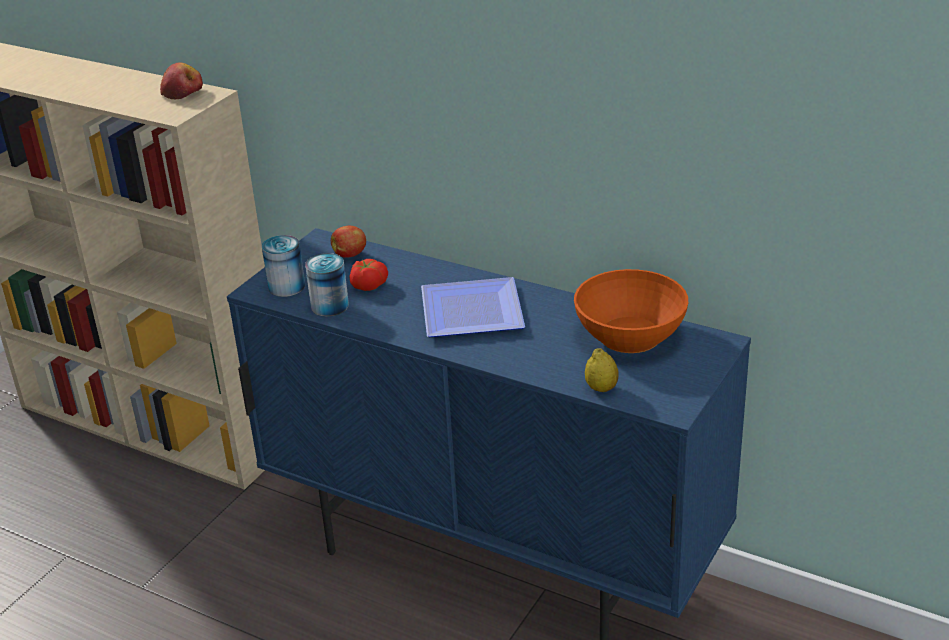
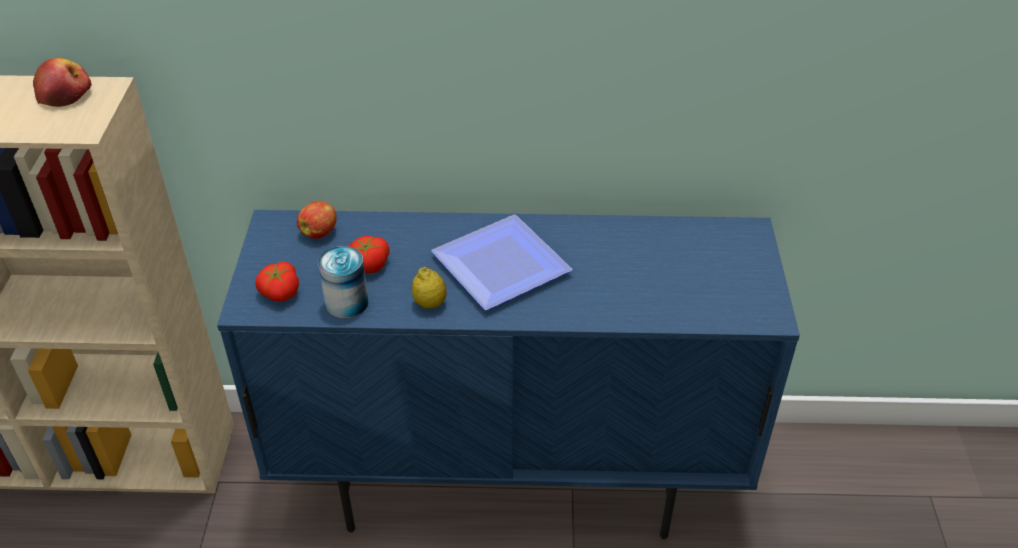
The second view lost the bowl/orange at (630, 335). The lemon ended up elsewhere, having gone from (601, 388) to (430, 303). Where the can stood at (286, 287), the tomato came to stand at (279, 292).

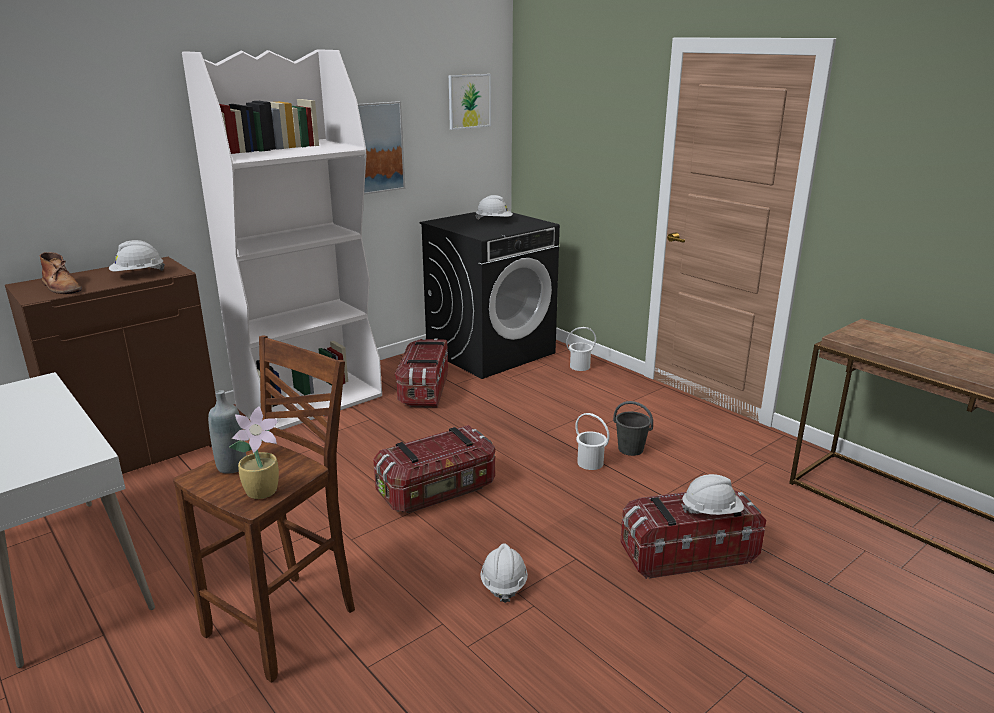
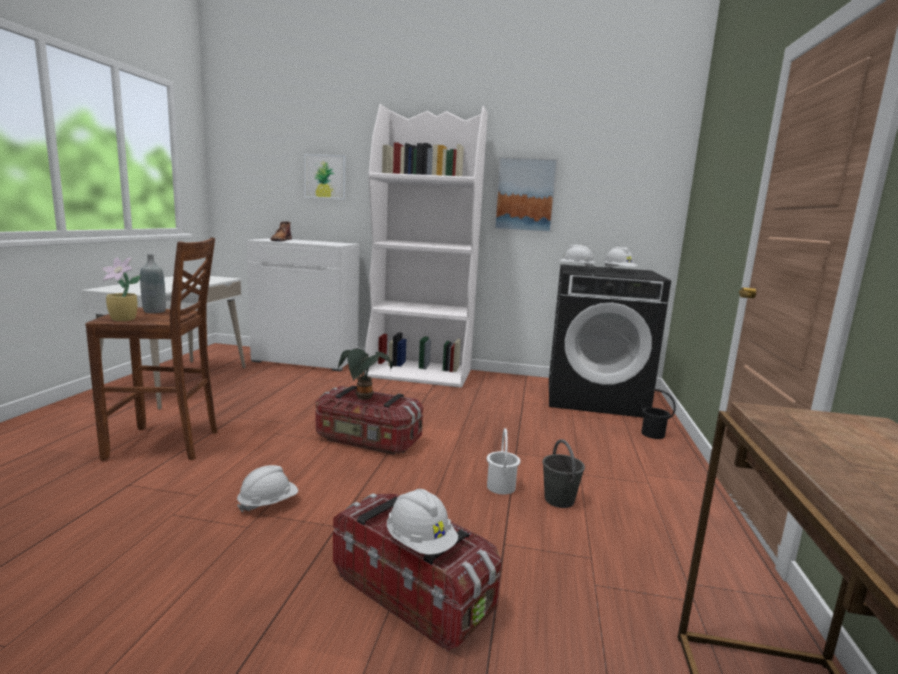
The second view lost the storage box at (424, 390). The second view gained the potted plant at (364, 398). The hard hat/white ended up elsewhere, having gone from (138, 274) to (575, 269). The picture ended up elsewhere, having gone from (469, 101) to (325, 177). What was the cabinet/brown at (140, 451) turned into the cabinet/white at (306, 360). What was the bucket/white at (579, 366) turned into the bucket/black at (652, 434).

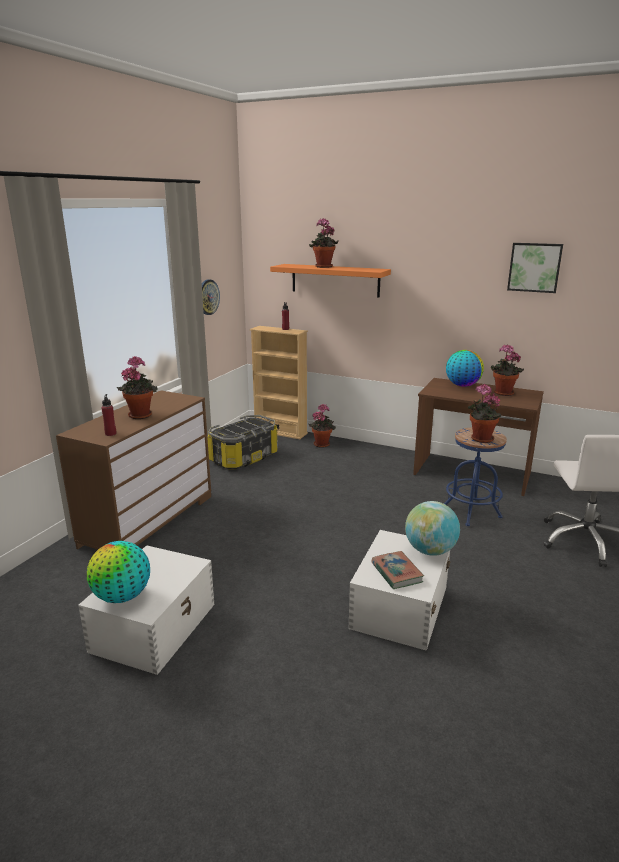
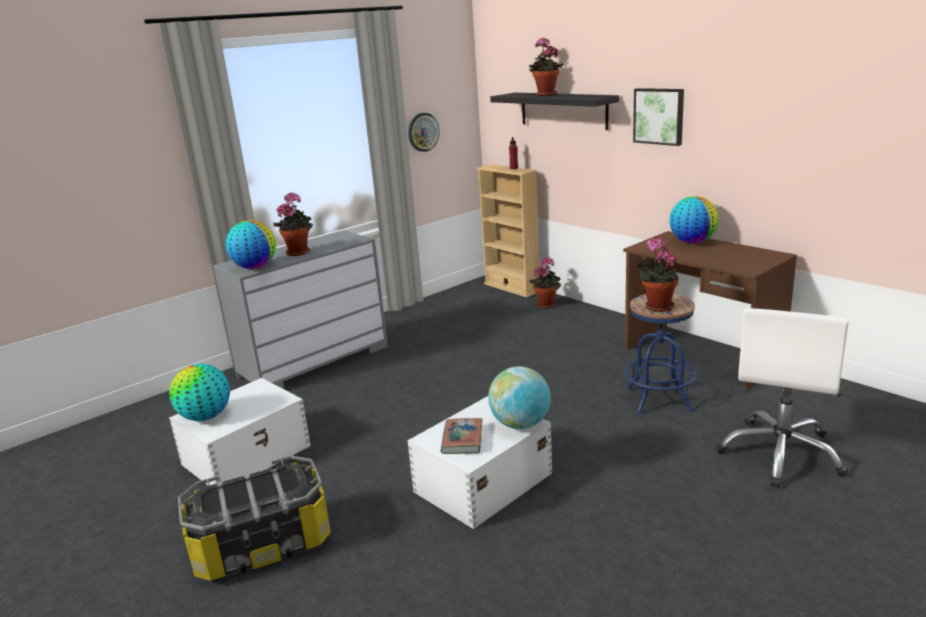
The second view lost the potted plant at (502, 393). The storage box ended up elsewhere, having gone from (243, 458) to (262, 544). The picture ended up elsewhere, having gone from (534, 267) to (659, 116). Where the bottle/red stood at (110, 433), the globe came to stand at (255, 267). What was the dresser/brown at (148, 520) turned into the dresser/grey at (314, 361). What was the shelf/orange at (335, 280) turned into the shelf/black at (563, 110).

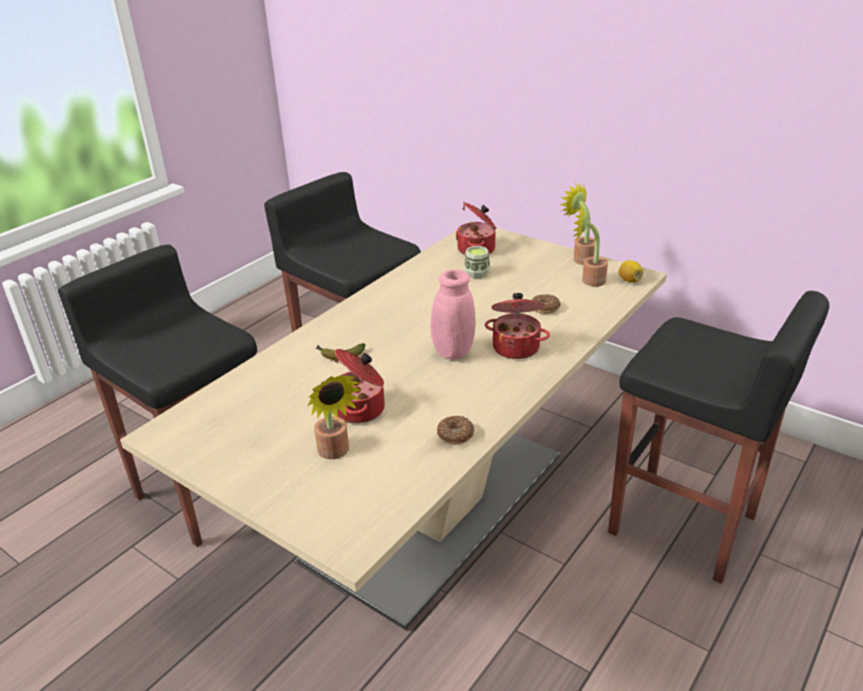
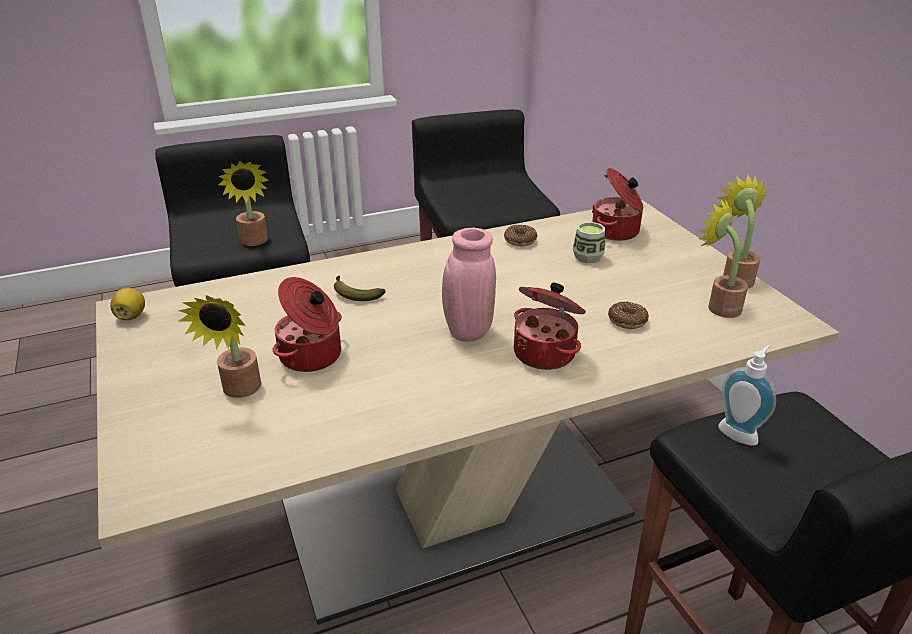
The second view gained the potted plant at (254, 242). The second view gained the soap dispenser at (739, 432). The donut ended up elsewhere, having gone from (455, 435) to (520, 240). The lemon ended up elsewhere, having gone from (629, 280) to (131, 316).

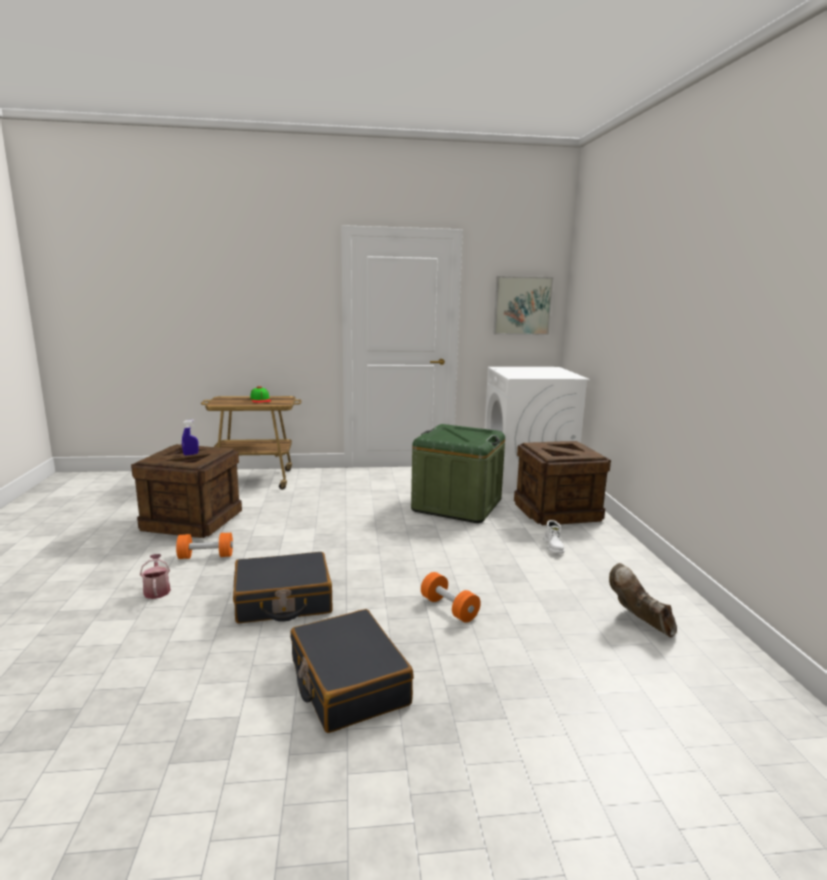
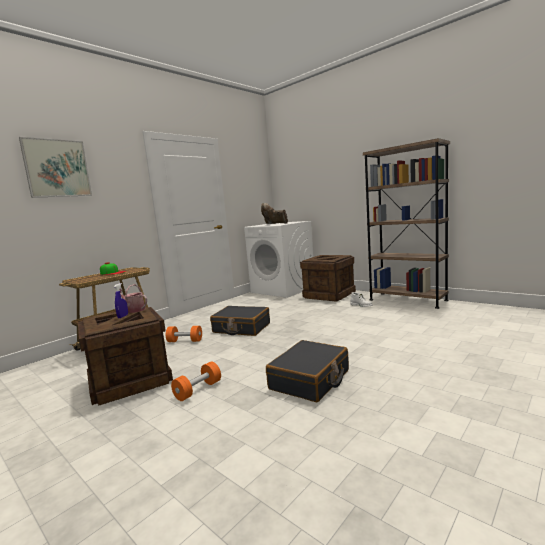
The second view lost the storage box/green at (457, 505). The second view gained the bookcase/brown at (407, 300). The watering can ended up elsewhere, having gone from (157, 590) to (133, 310). The suitcase/black ended up elsewhere, having gone from (348, 683) to (241, 328). The dumbbell/orange ended up elsewhere, having gone from (449, 608) to (185, 341). The picture ended up elsewhere, having gone from (522, 305) to (57, 168). The boot/brown ended up elsewhere, having gone from (639, 623) to (274, 224).

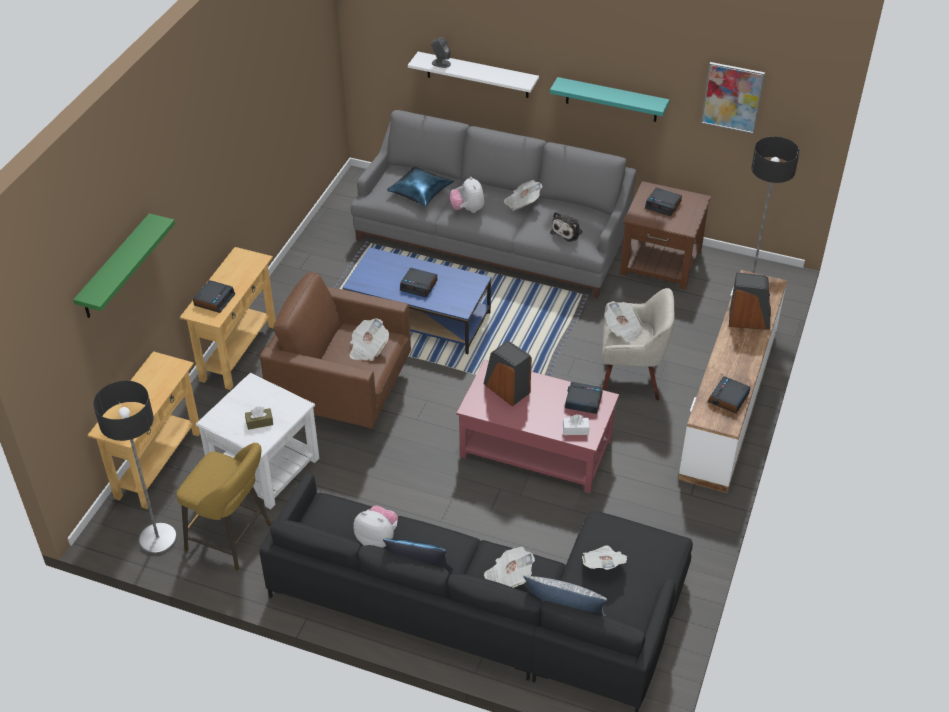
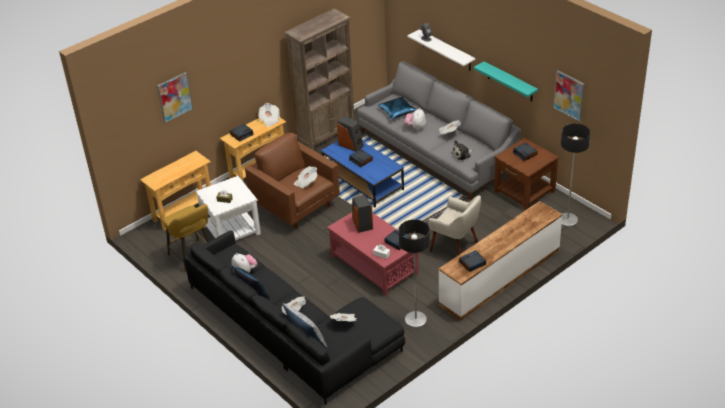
The second view gained the bookcase/brown at (326, 135). The floor lamp ended up elsewhere, having gone from (158, 539) to (415, 320). The newspaper ended up elsewhere, having gone from (623, 330) to (269, 120). The speaker ended up elsewhere, having gone from (748, 320) to (351, 145). Where the shelf/green hung at (115, 268), the picture came to hang at (174, 97).

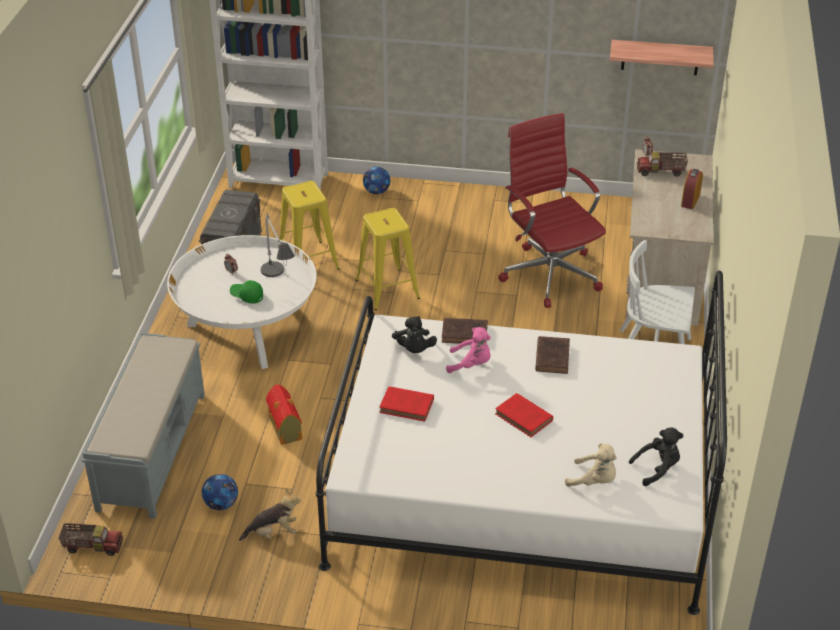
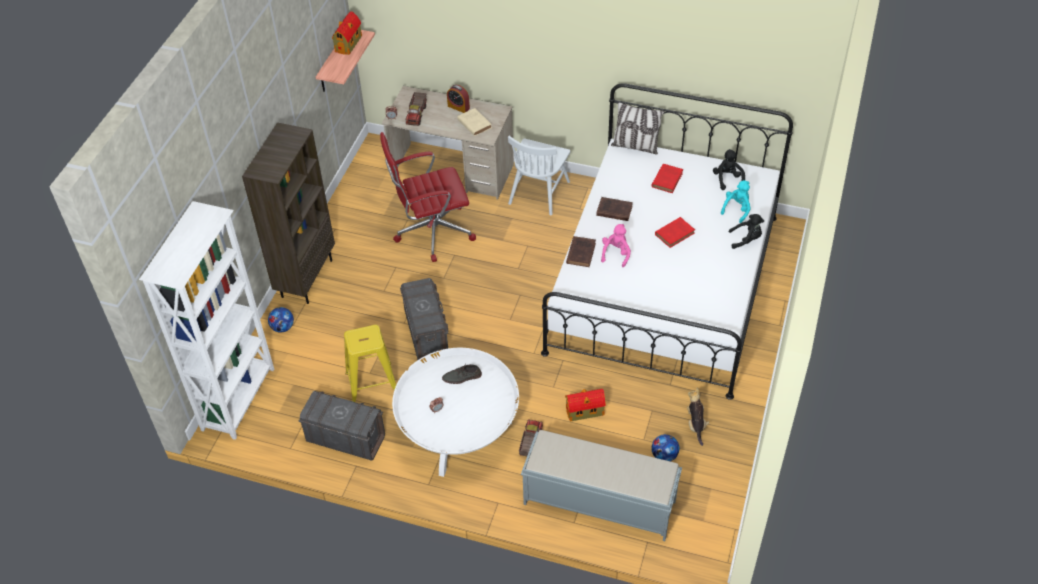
The second view lost the cap/green at (247, 296). The second view gained the bookcase/brown at (306, 278). The second view gained the toy house at (349, 43). The second view gained the book/beige at (474, 123). The second view gained the pillow at (635, 146). The toy truck ended up elsewhere, having gone from (93, 546) to (530, 443). The book/red ended up elsewhere, having gone from (408, 406) to (667, 179). The plush toy/black ended up elsewhere, having gone from (414, 349) to (746, 239). Where the table lamp stood at (279, 284), the shoe/grey came to stand at (462, 377). Where the stool/yellow stood at (387, 289), the storage box/grey came to stand at (426, 333). What was the plush toy/beige at (594, 481) turned into the plush toy/turquoise at (737, 209).

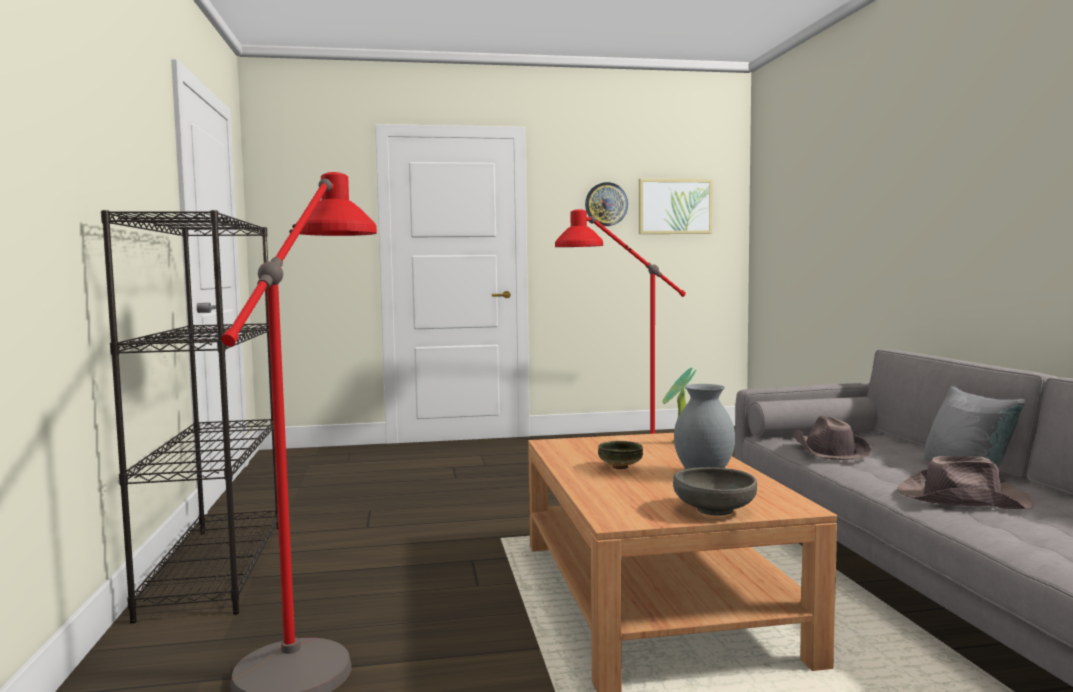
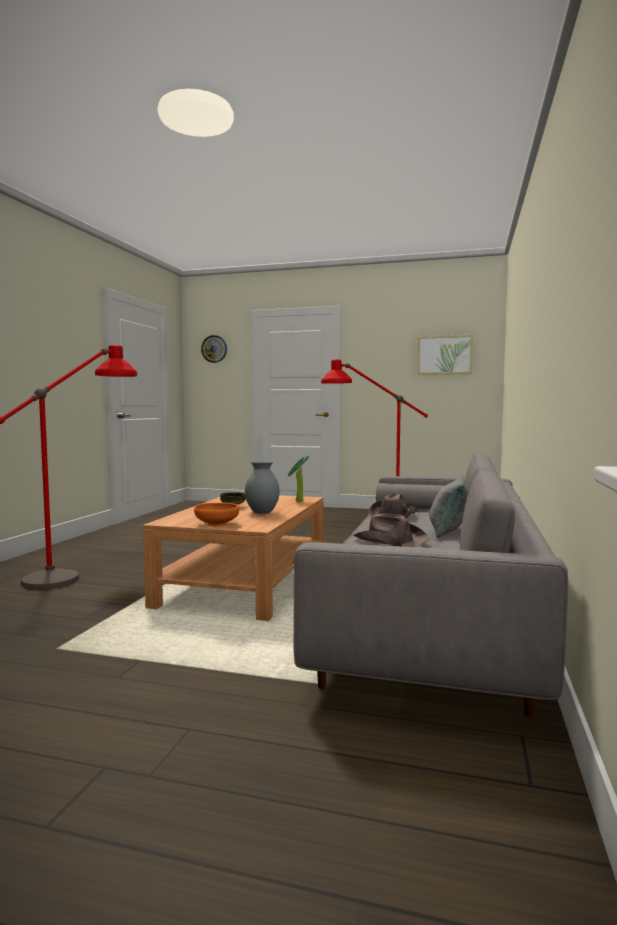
The second view lost the bookcase/black at (216, 567). The wall clock ended up elsewhere, having gone from (606, 204) to (214, 349). What was the bowl/grey at (714, 510) turned into the bowl/orange at (217, 524).

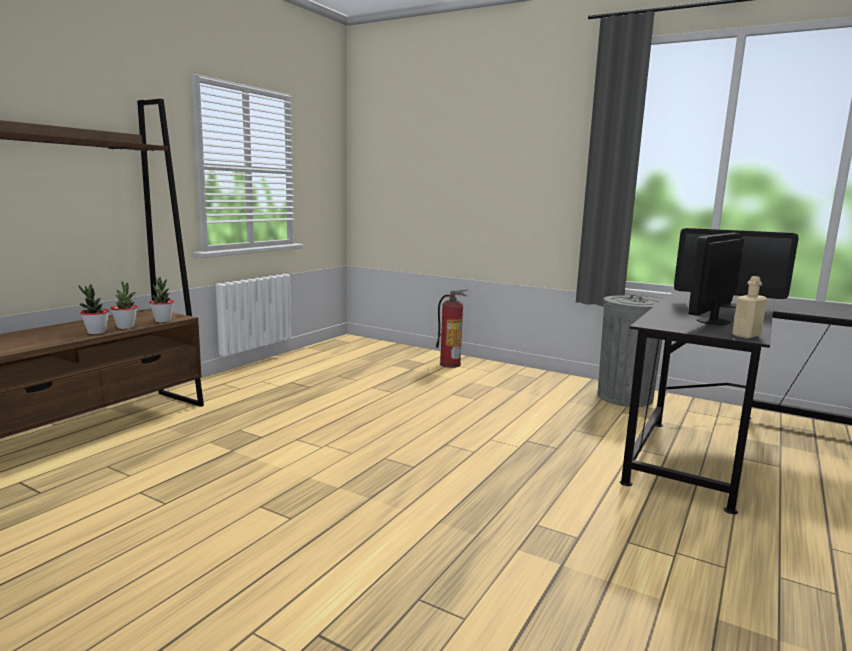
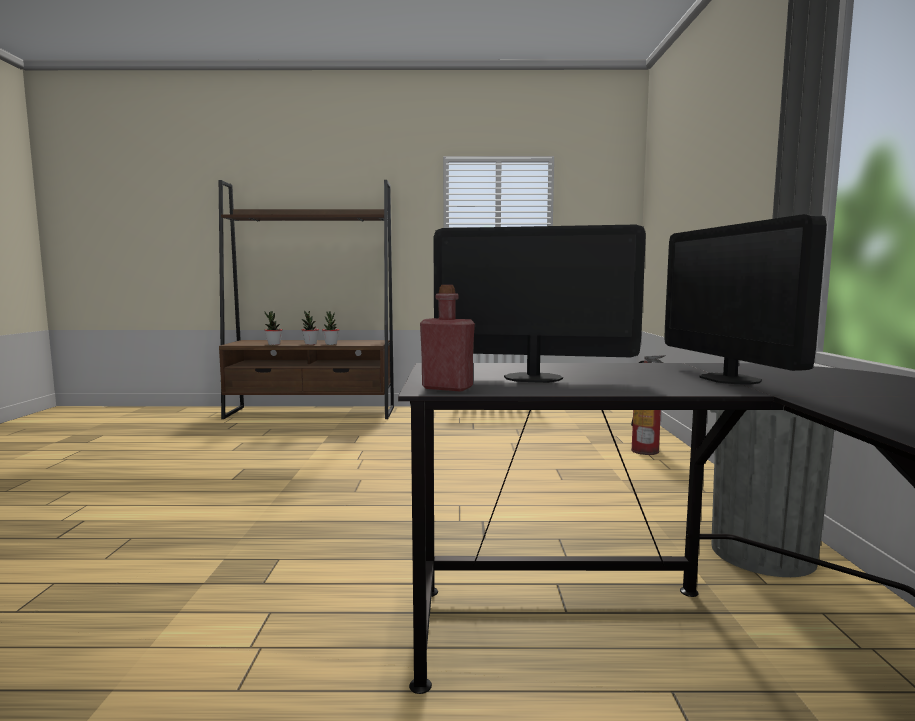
The potted plant ended up elsewhere, having gone from (163, 321) to (274, 344). What was the bottle/beige at (746, 335) turned into the bottle/red at (447, 388).

